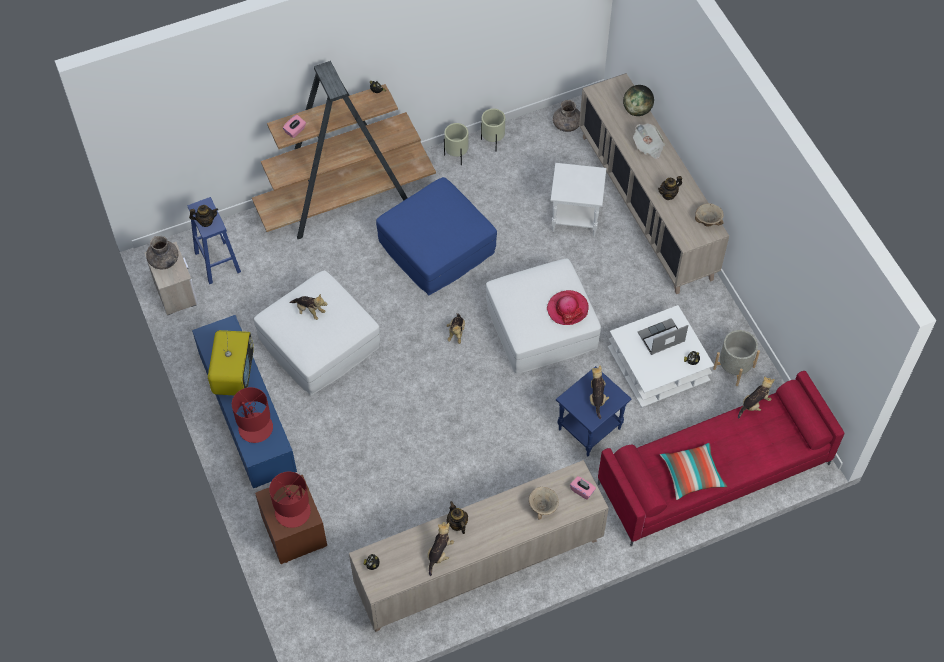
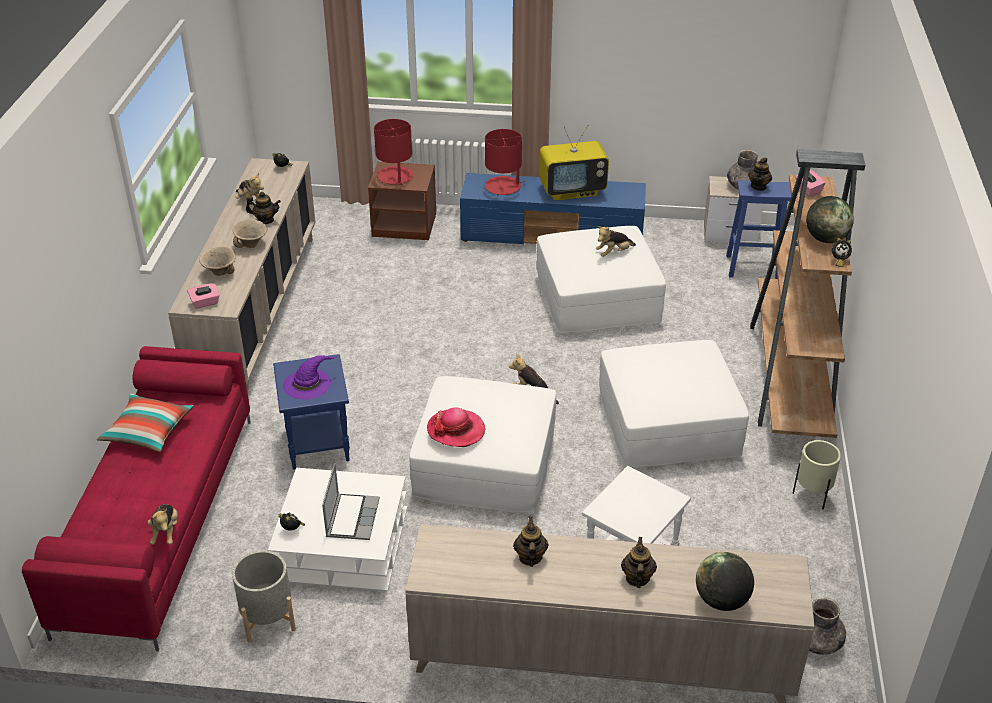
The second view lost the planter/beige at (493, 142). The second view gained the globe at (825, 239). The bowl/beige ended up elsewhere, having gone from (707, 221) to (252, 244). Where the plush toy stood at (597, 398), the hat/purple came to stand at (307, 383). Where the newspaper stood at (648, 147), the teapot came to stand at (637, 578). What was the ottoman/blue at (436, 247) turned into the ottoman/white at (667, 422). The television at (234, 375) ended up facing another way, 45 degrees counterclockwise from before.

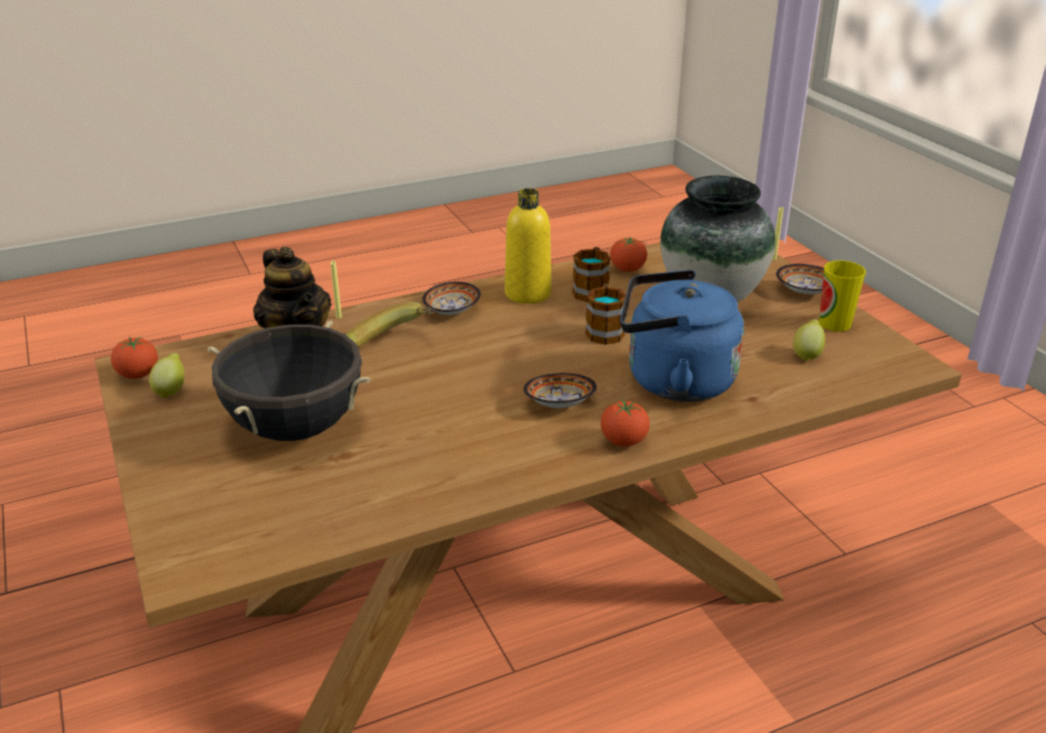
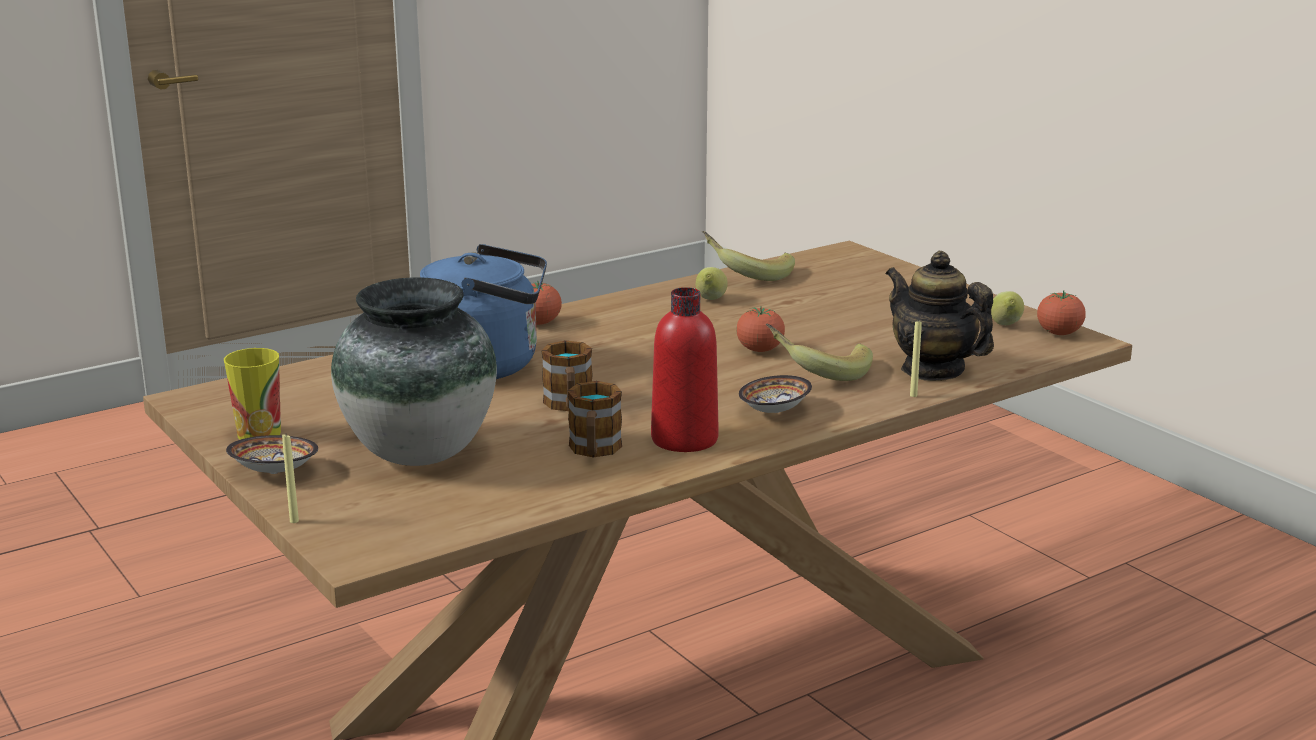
The second view lost the cooking pot/black at (295, 427). The second view lost the bowl at (559, 404). The second view gained the banana at (747, 275). The tomato ended up elsewhere, having gone from (627, 270) to (760, 350). The lemon ended up elsewhere, having gone from (807, 355) to (710, 300). What was the bottle/yellow at (528, 293) turned into the bottle/red at (684, 439).

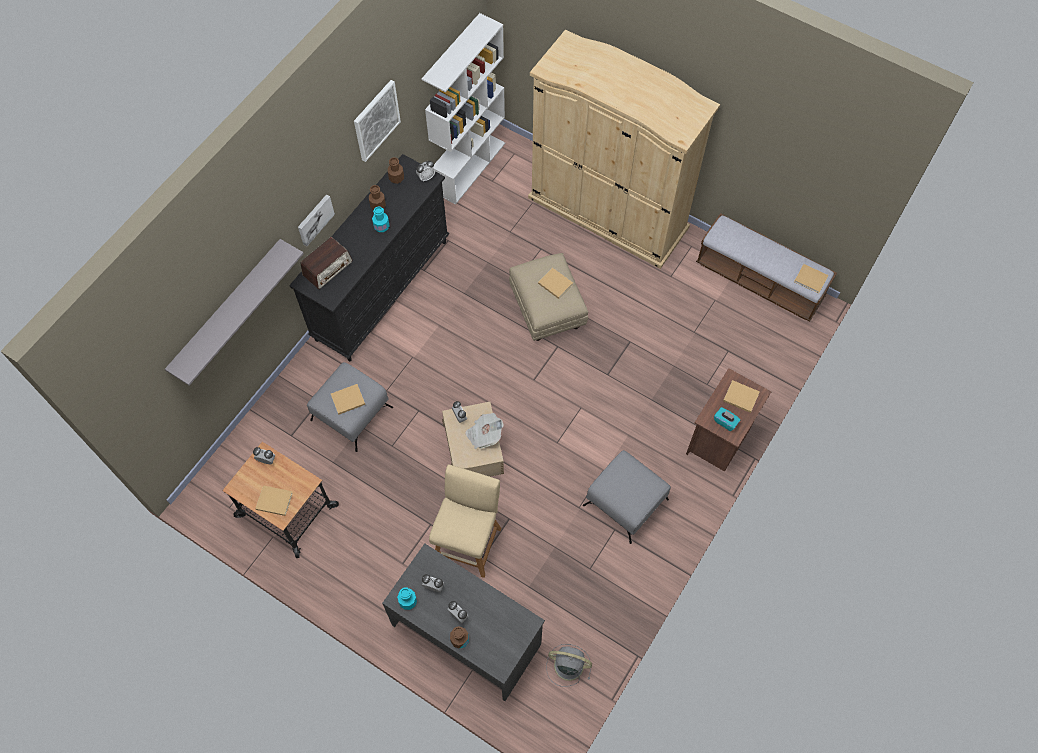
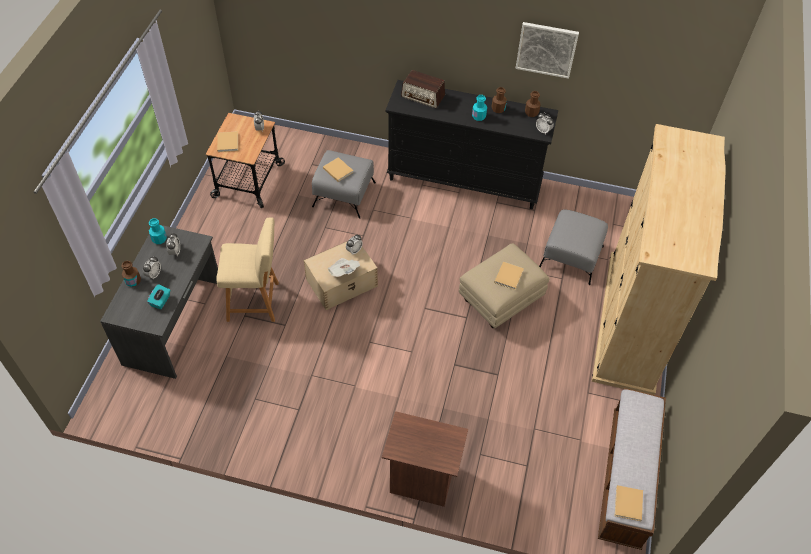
The second view lost the shelf/grey at (227, 309). The second view lost the picture at (314, 219). The second view lost the bookcase/white at (470, 167). The second view lost the fan/grey at (567, 665). The second view lost the book/beige at (740, 396). The ottoman/grey ended up elsewhere, having gone from (626, 503) to (570, 257). The tissue box/turquoise ended up elsewhere, having gone from (725, 422) to (161, 301).

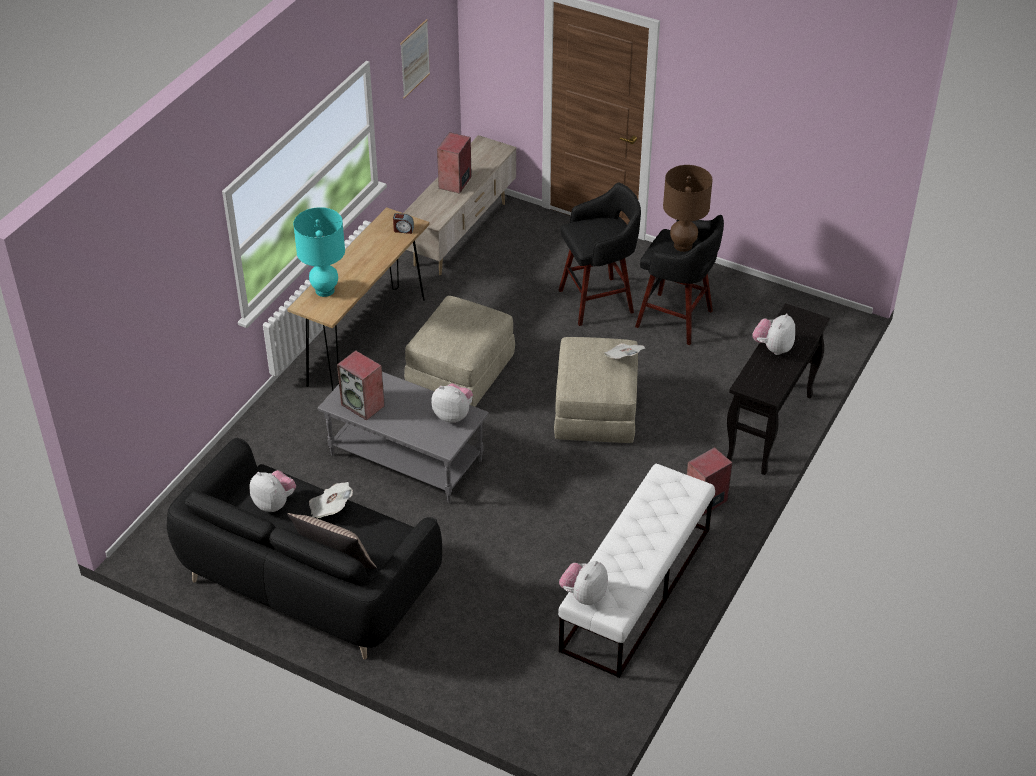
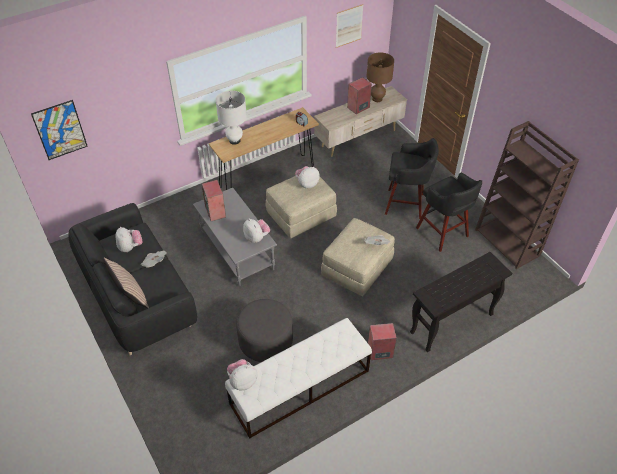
The second view gained the picture at (60, 130). The second view gained the ottoman/grey at (265, 341). The second view gained the bookcase/brown at (508, 242). The table lamp/brown ended up elsewhere, having gone from (682, 245) to (377, 99). The plush toy ended up elsewhere, having gone from (773, 348) to (307, 184). What was the table lamp/turquoise at (325, 290) turned into the table lamp/white at (234, 140).

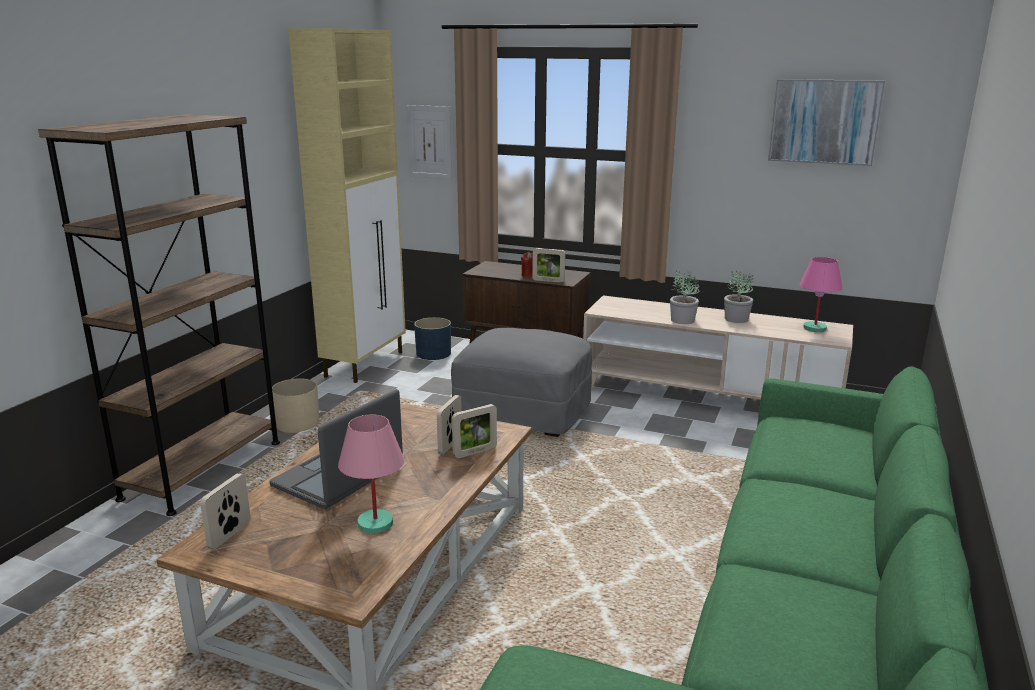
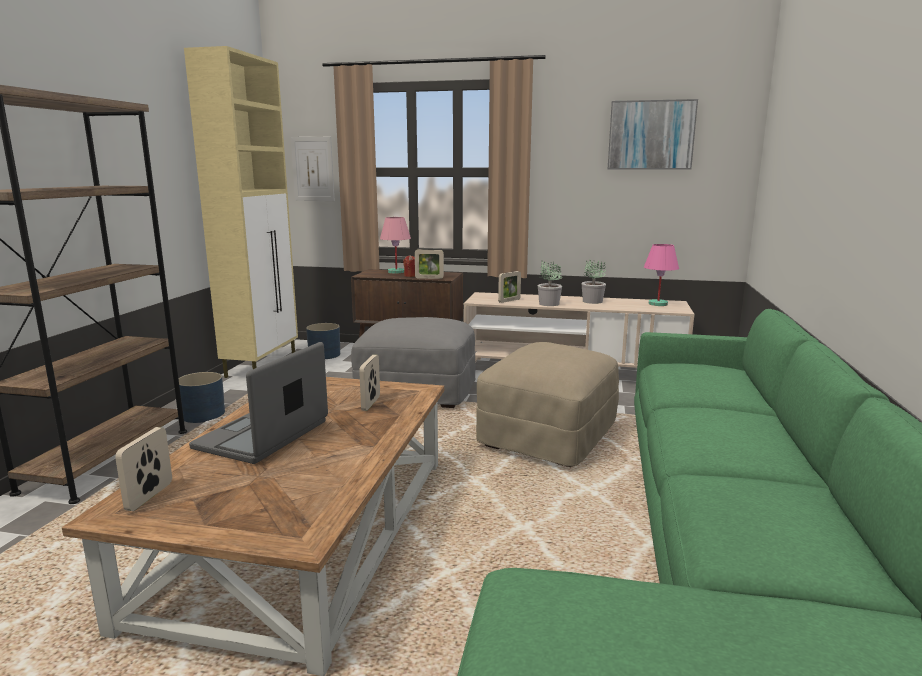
The second view gained the ottoman/beige at (547, 436). The table lamp/pink ended up elsewhere, having gone from (375, 524) to (396, 272). The picture frame ended up elsewhere, having gone from (475, 452) to (509, 300). What was the planter/beige at (298, 423) turned into the planter/blue at (203, 414).

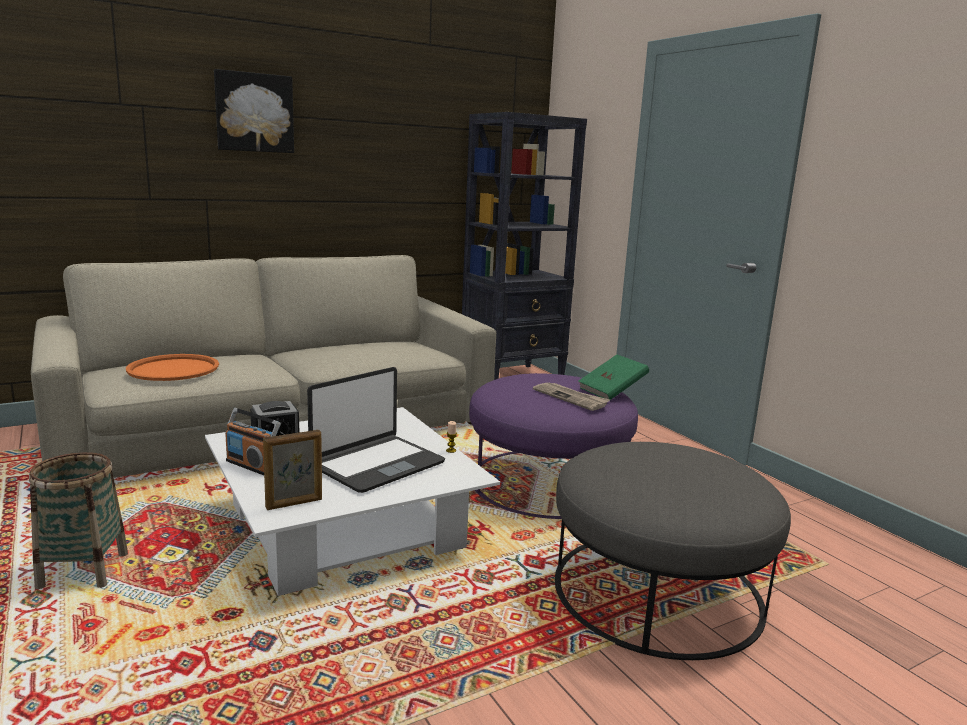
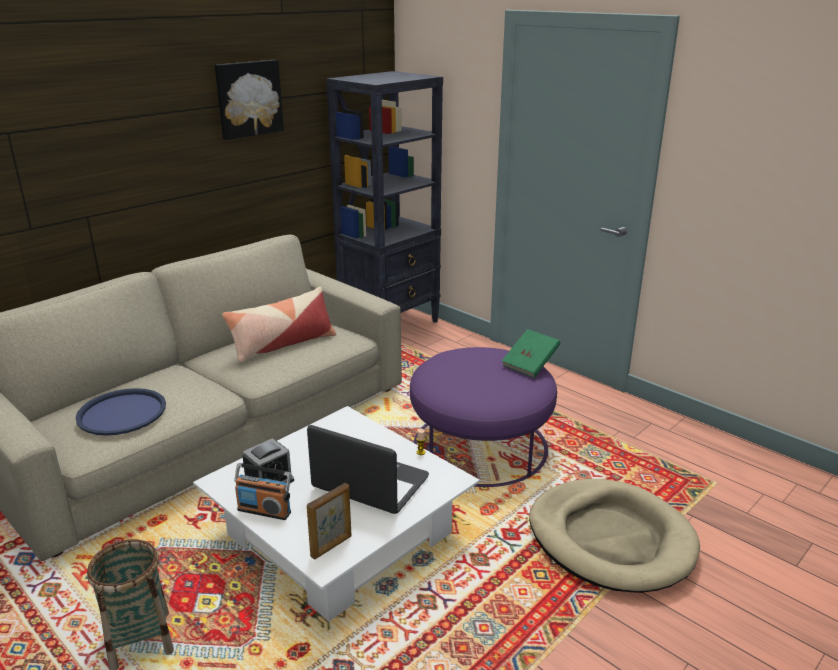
The second view lost the newspaper at (571, 398). The second view gained the pillow at (283, 345). The picture ended up elsewhere, having gone from (254, 112) to (248, 98). Where the ottoman/grey stood at (656, 590), the dog bed/beige came to stand at (610, 539). What was the tray/orange at (173, 369) turned into the tray/blue at (122, 413). The laptop at (377, 464) ended up facing another way, 90 degrees counterclockwise from before.

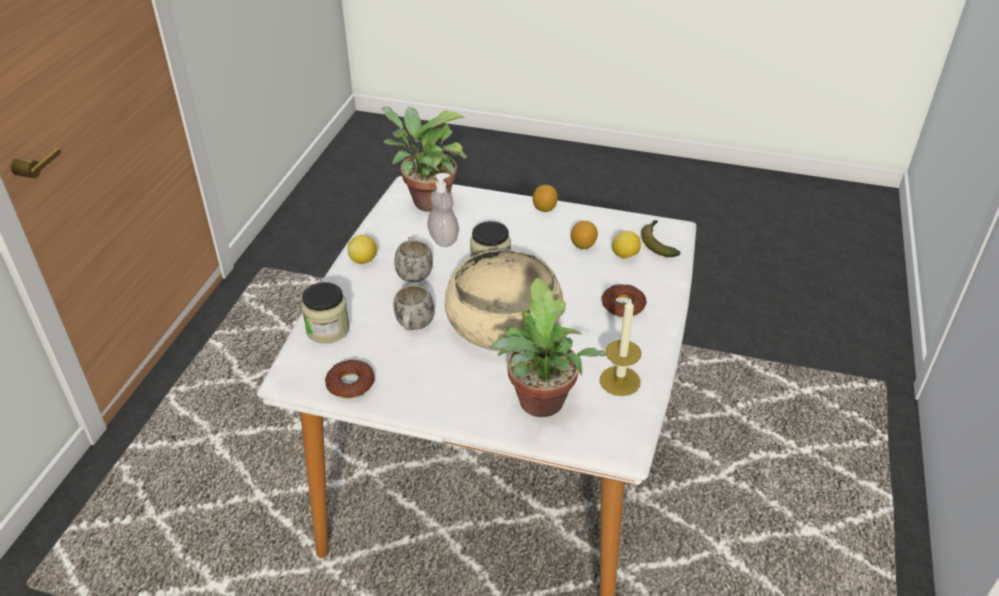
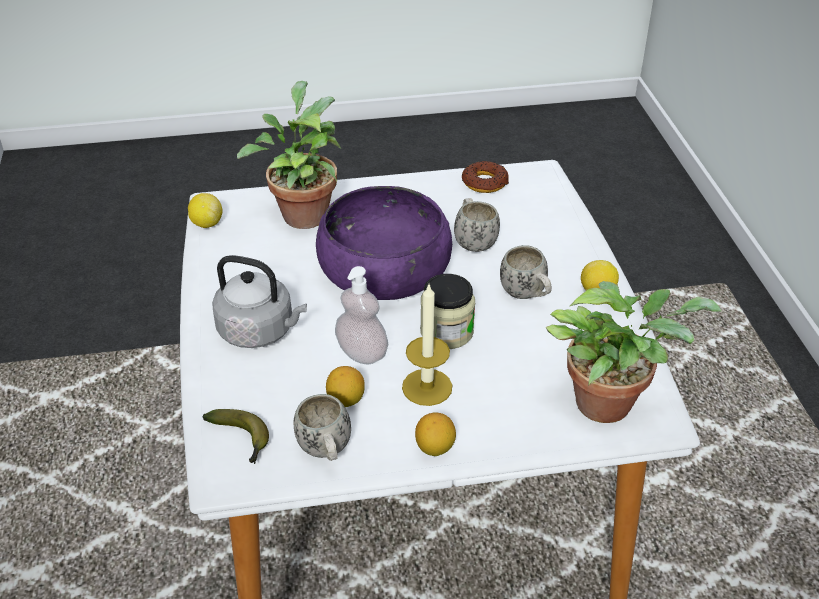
The second view lost the jar at (328, 329). The second view gained the mug/white at (326, 452). The soap dispenser ended up elsewhere, having gone from (443, 239) to (362, 353). The candle ended up elsewhere, having gone from (619, 381) to (427, 387). The lemon ended up elsewhere, having gone from (625, 256) to (206, 223). Where the donut stood at (623, 305), the kettle/grey came to stand at (260, 331). What was the bowl/beige at (504, 323) turned into the bowl/purple at (384, 271).

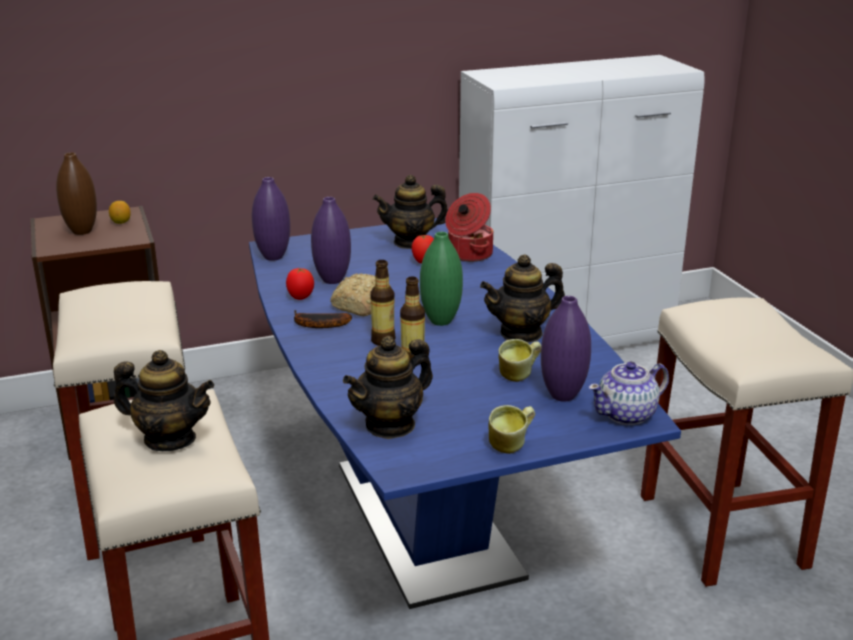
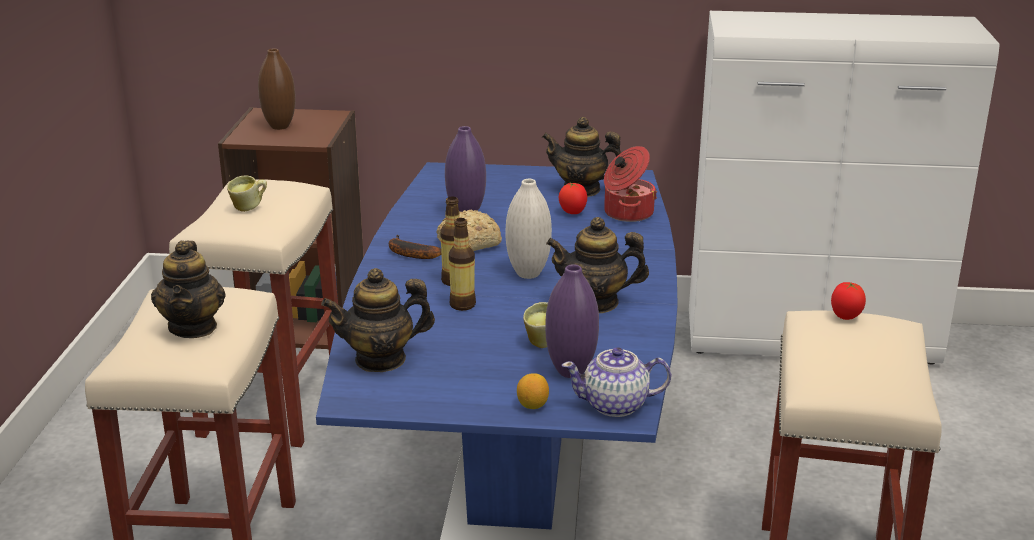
The second view lost the vase/purple at (273, 257). The lemon ended up elsewhere, having gone from (121, 222) to (532, 405). The tomato ended up elsewhere, having gone from (300, 298) to (845, 317). The mug ended up elsewhere, having gone from (511, 446) to (249, 208). What was the vase/green at (440, 321) turned into the vase/white at (528, 274). The teapot at (170, 439) ended up facing another way, 45 degrees clockwise from before.

